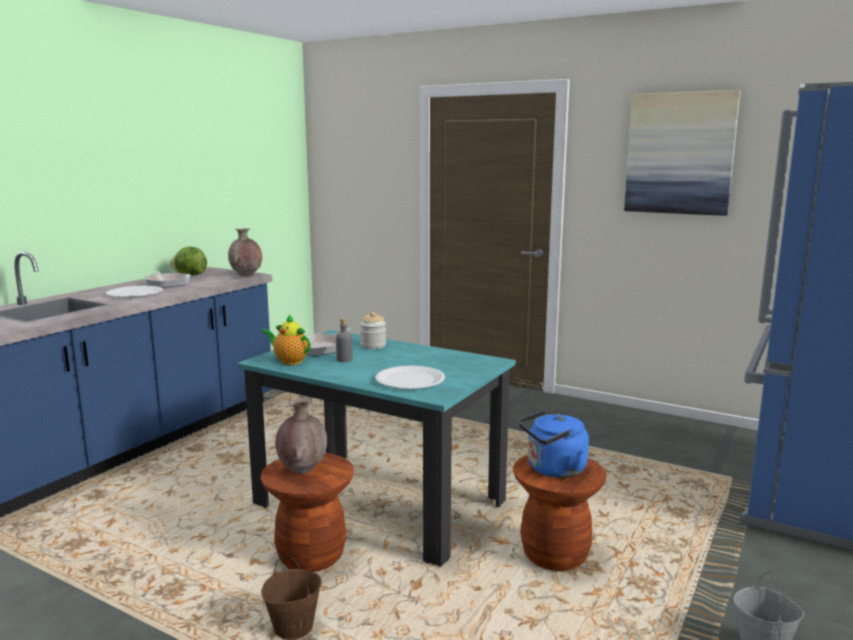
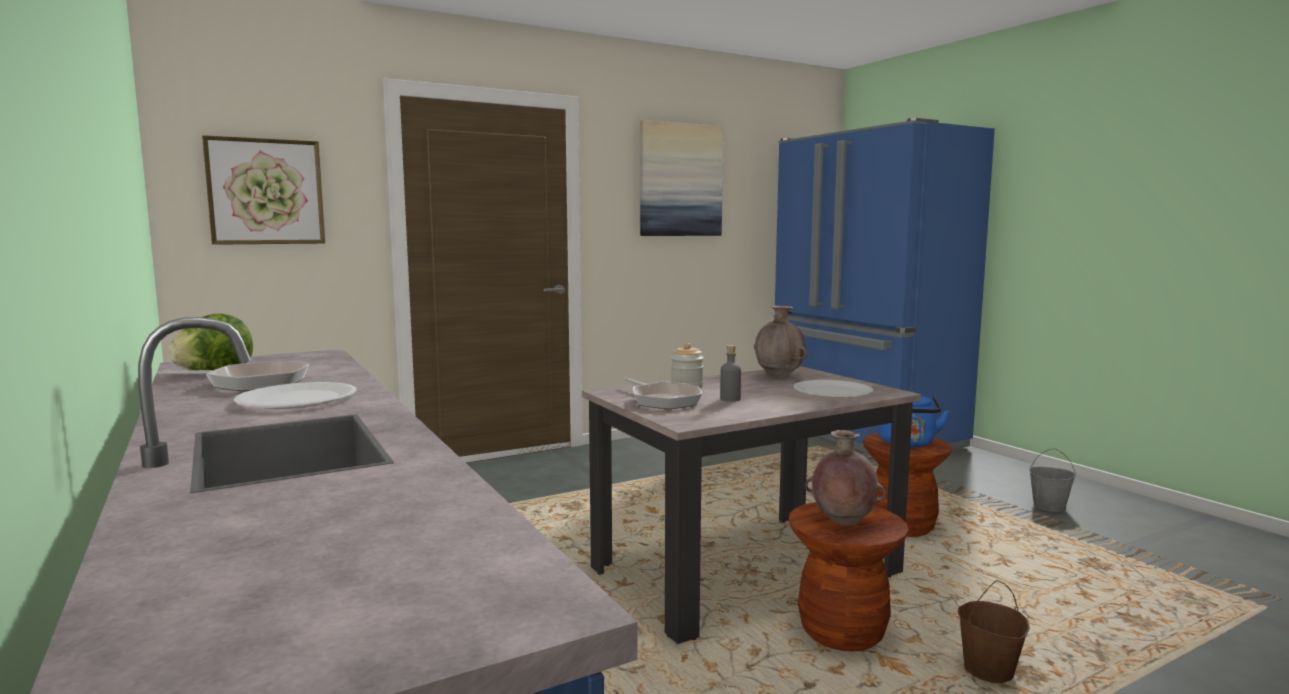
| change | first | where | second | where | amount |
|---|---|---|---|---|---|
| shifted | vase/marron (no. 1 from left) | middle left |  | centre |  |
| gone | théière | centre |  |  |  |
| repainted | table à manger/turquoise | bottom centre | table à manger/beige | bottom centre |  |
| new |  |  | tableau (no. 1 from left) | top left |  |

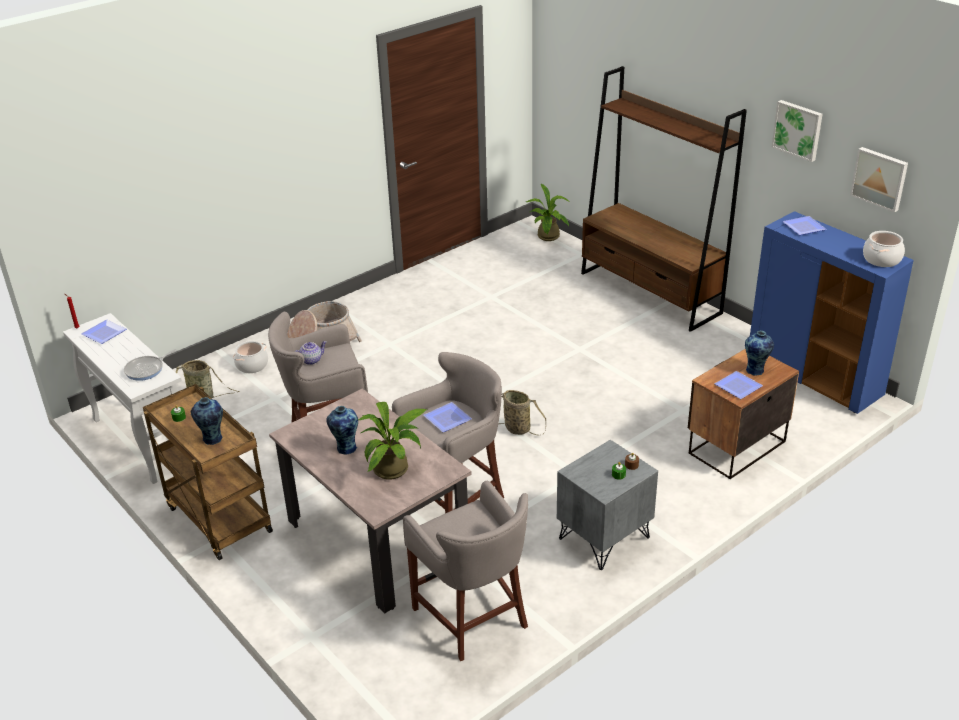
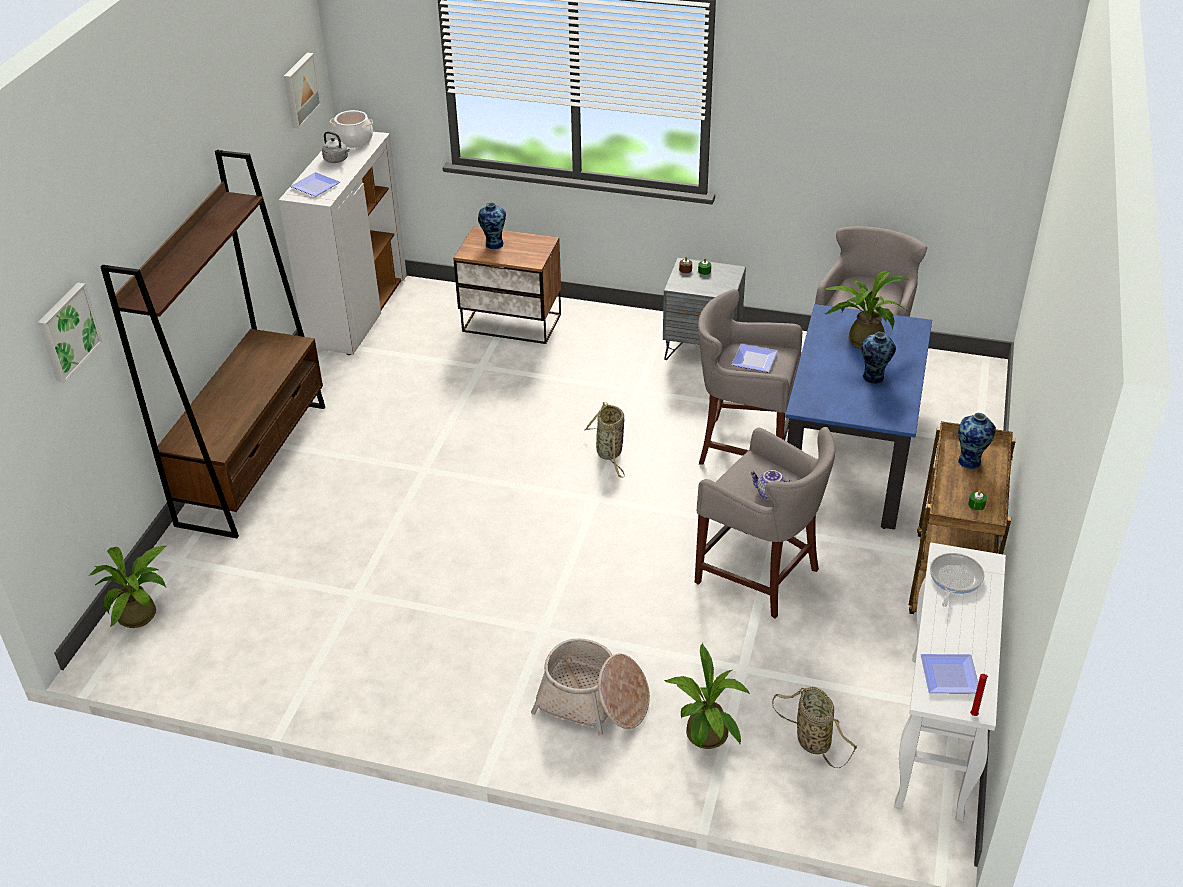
| change | first | where | second | where | amount |
|---|---|---|---|---|---|
| shifted | tableau (no. 1 from left) | top right |  | middle left |  |
| repainted | meuble de rangement/bleu | middle right | meuble de rangement/blanc | top left |  |
| swapped | marmite (no. 1 from left) | middle left | plante en pot (no. 2 from left) | bottom centre |  |
| rotated | poêle | middle left |  | middle right | 75 degrees counterclockwise |
| gone | assiette (no. 3 from left) | middle right |  |  |  |
| repainted | table à manger/beige | bottom centre | table à manger/bleu | middle right |  |
| new |  |  | bouilloire/gris | top left |  |

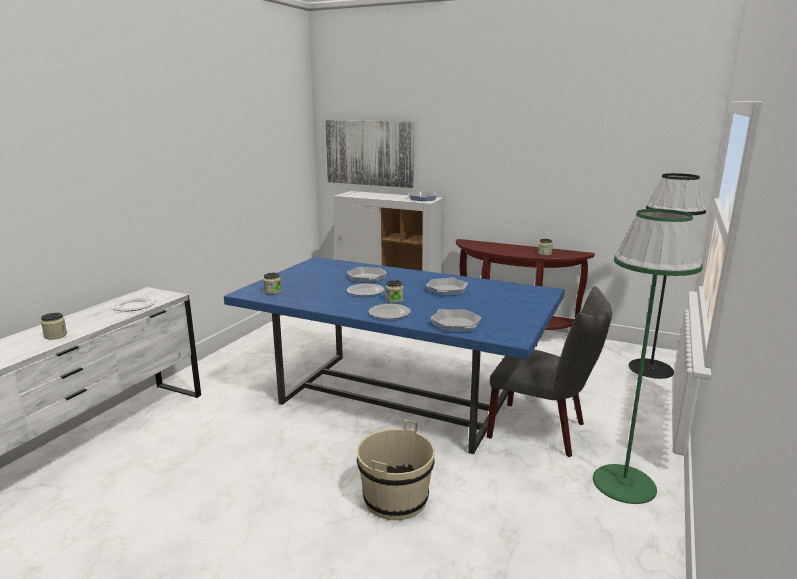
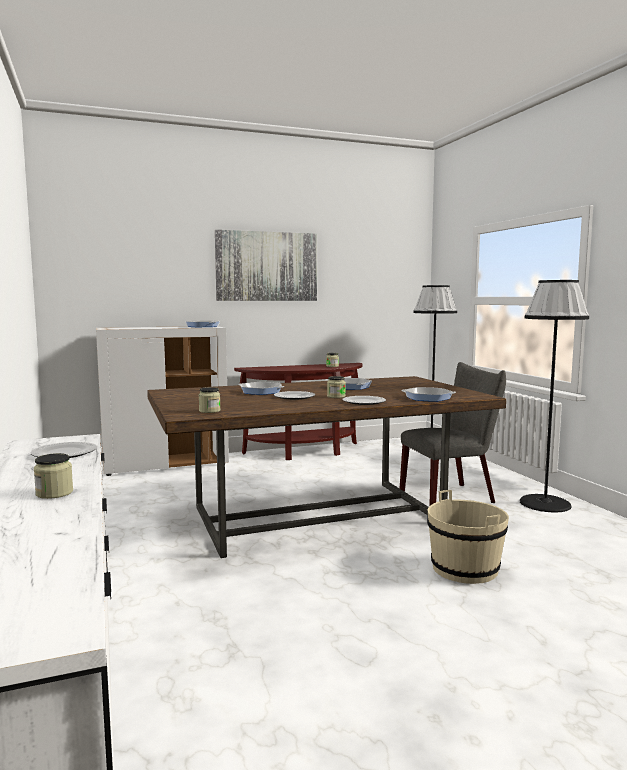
| change | first | where | second | where | amount |
|---|---|---|---|---|---|
| shifted | tableau | top centre |  | centre |  |
| repainted | lampadaire/vert | middle right | lampadaire/noir (no. 2 from left) | middle right |  |
| repainted | table à manger/bleu | centre | table à manger/marron | centre |  |

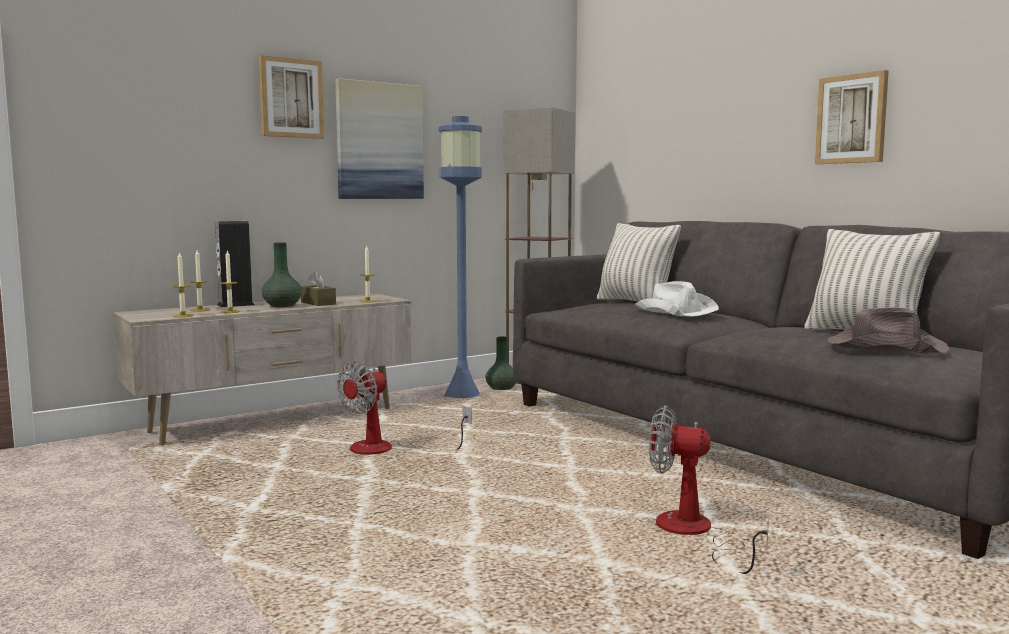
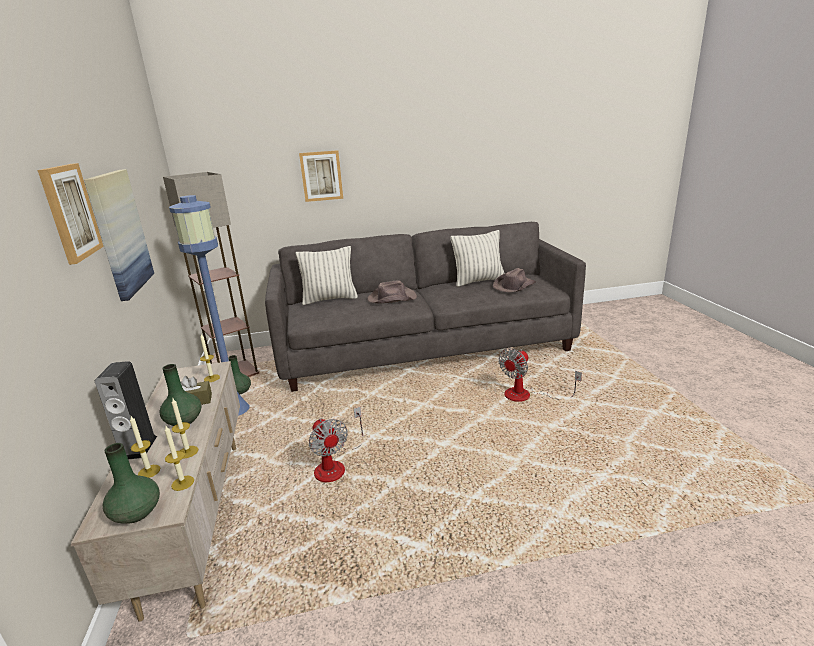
| change | first | where | second | where | amount |
|---|---|---|---|---|---|
| shifted | tableau (no. 3 from left) | top right |  | top centre |  |
| repainted | chapeau/blanc | middle right | chapeau/marron (no. 1 from left) | centre |  |
| new |  |  | vase/vert (no. 1 from left) | bottom left |  |

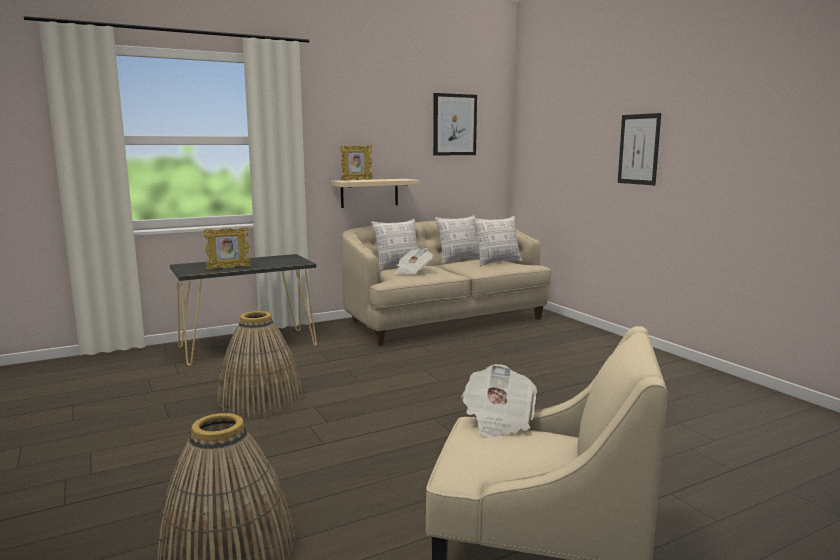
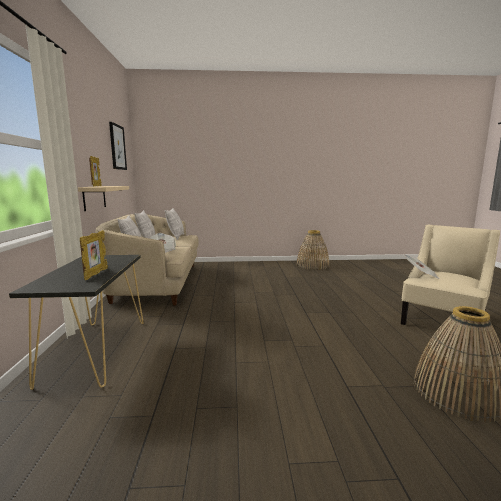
| change | first | where | second | where | amount |
|---|---|---|---|---|---|
| gone | tableau (no. 2 from left) | top right |  |  |  |
| shifted | panier (no. 2 from left in the first image) | middle left | panier (no. 1 from left) | centre |  |

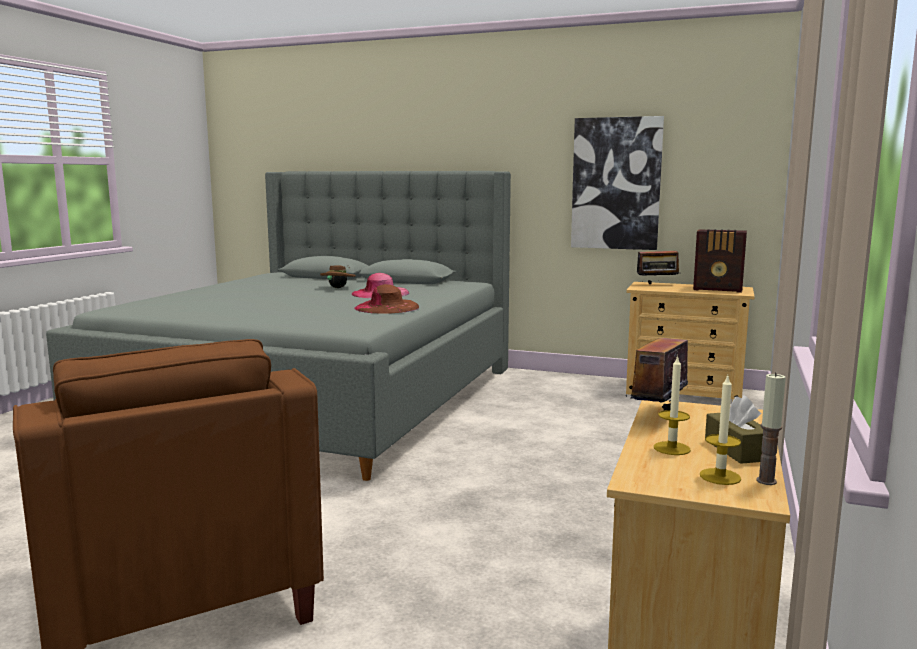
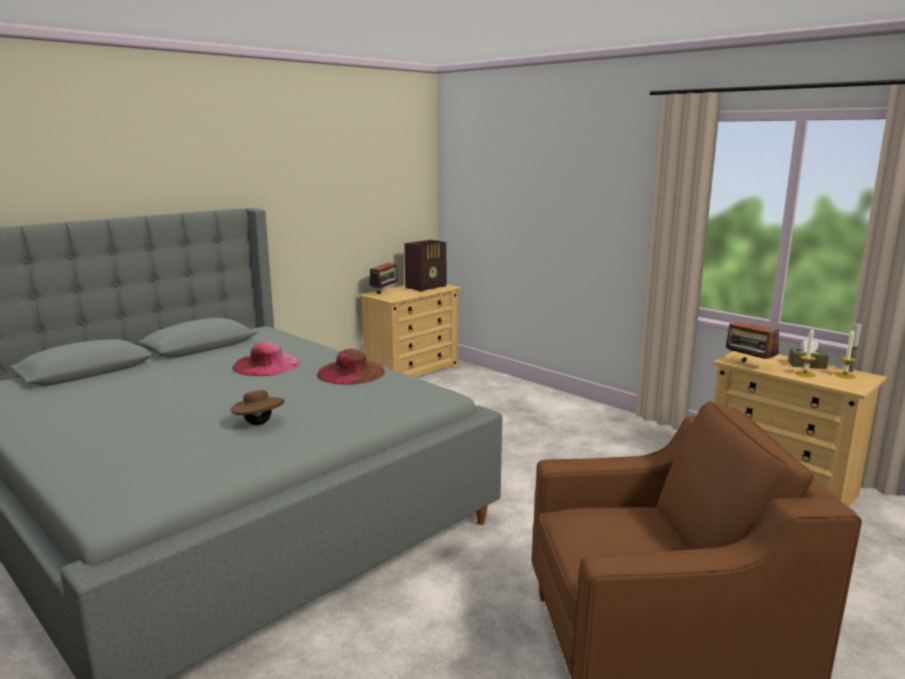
| change | first | where | second | where | amount |
|---|---|---|---|---|---|
| gone | tableau | top right |  |  |  |
| shifted | chapeau/marron (no. 1 from left) | centre |  | middle left |  |

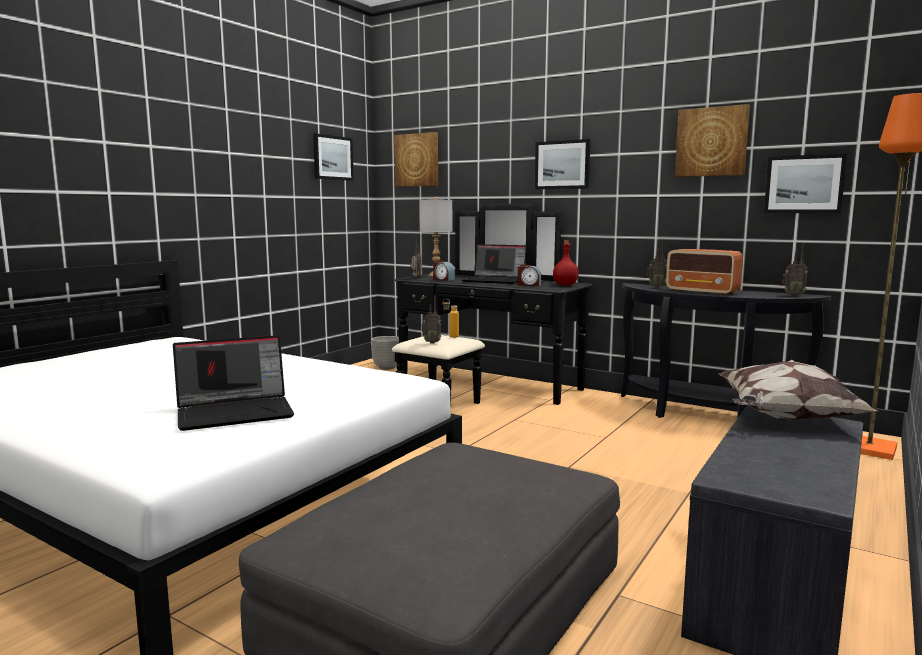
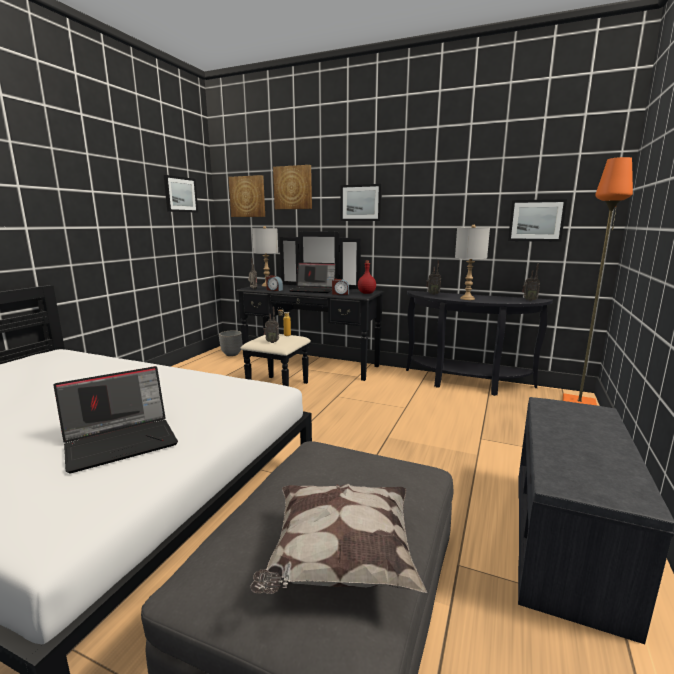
| change | first | where | second | where | amount |
|---|---|---|---|---|---|
| shifted | tableau (no. 4 from left in the first image) | top right | tableau (no. 3 from left) | top centre |  |
| swapped | radio (no. 4 from left) | middle right | lampe de table/gris (no. 2 from left) | middle right |  |
| shifted | coussin | middle right |  | bottom centre |  |

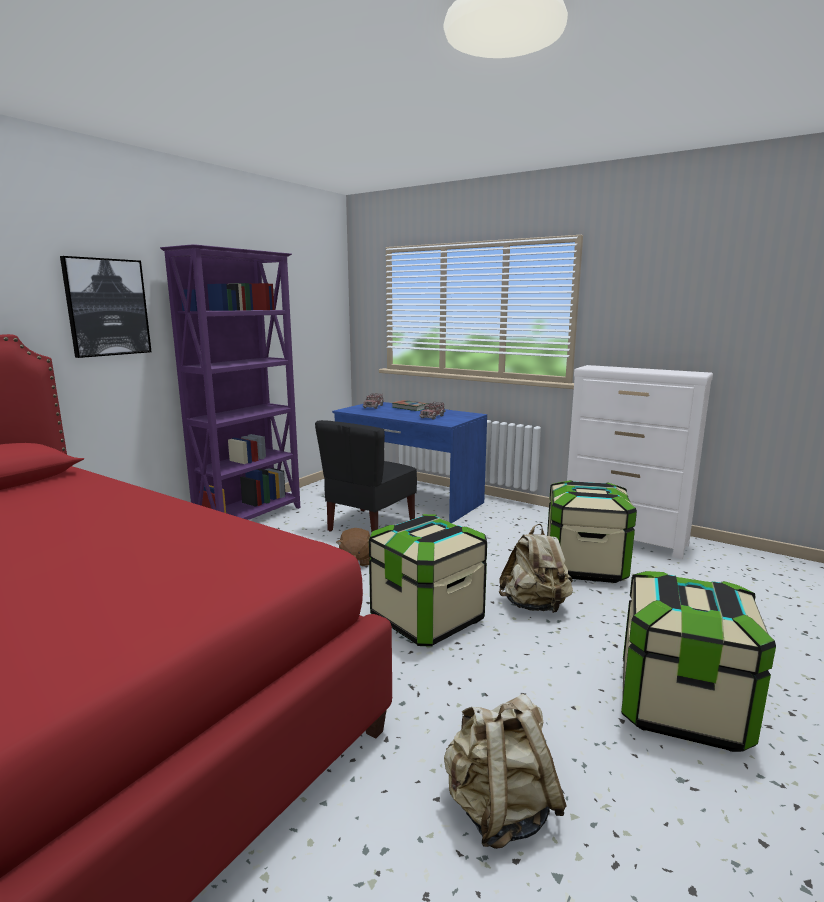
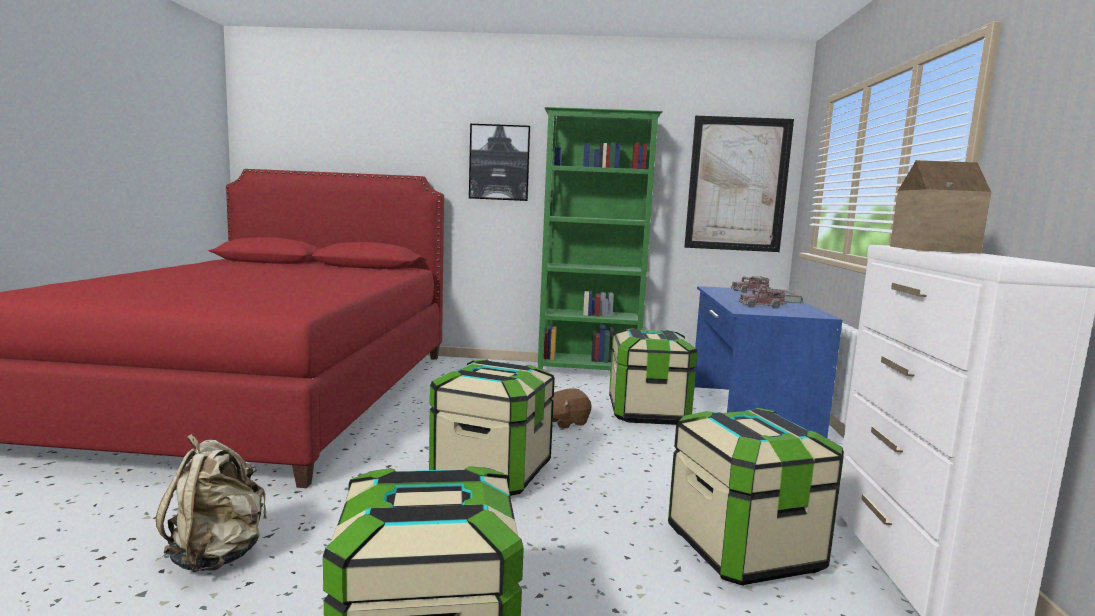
| change | first | where | second | where | amount |
|---|---|---|---|---|---|
| repainted | bibliothèque/violet | middle left | bibliothèque/vert | centre |  |
| swapped | chaise/noir | centre | boîte de rangement (no. 3 from left) | centre |  |
| gone | sac à dos/beige (no. 2 from left) | centre |  |  |  |
| new |  |  | tableau (no. 2 from left) | top right |  |
| new |  |  | maison miniature | middle right |  |

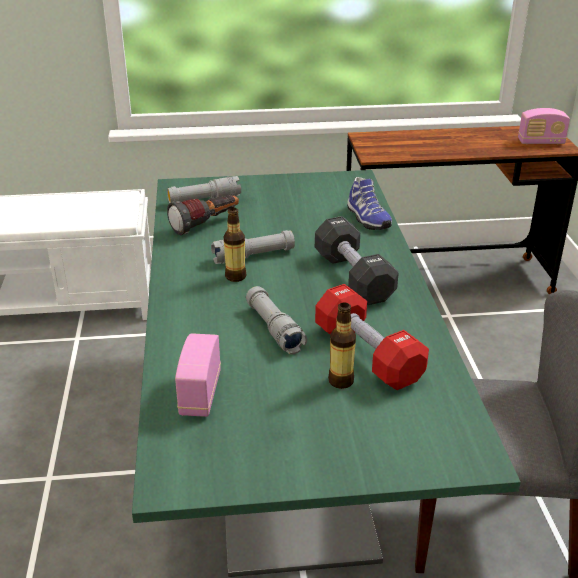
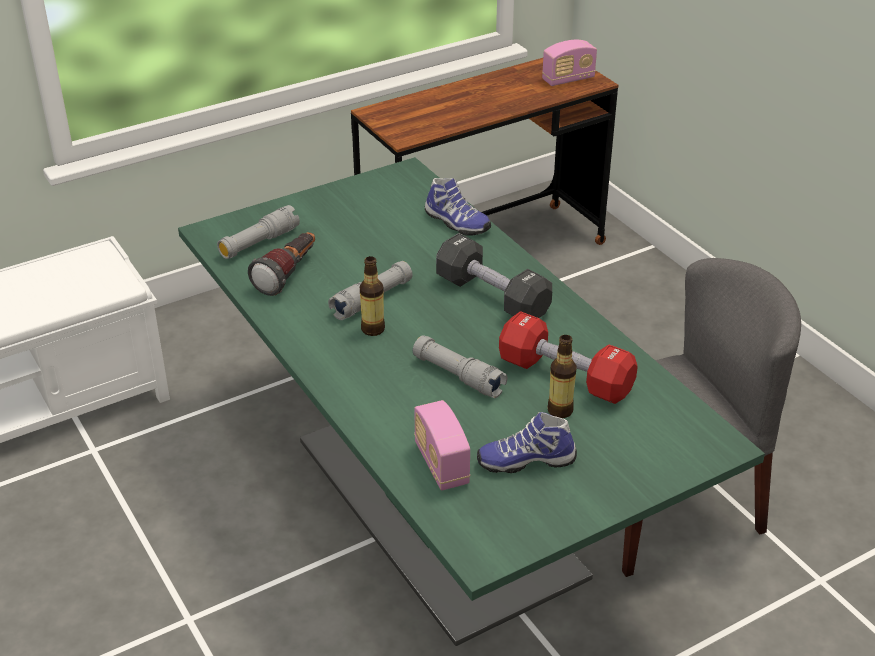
| change | first | where | second | where | amount |
|---|---|---|---|---|---|
| new |  |  | chaussure (no. 2 from left) | bottom centre |  |

